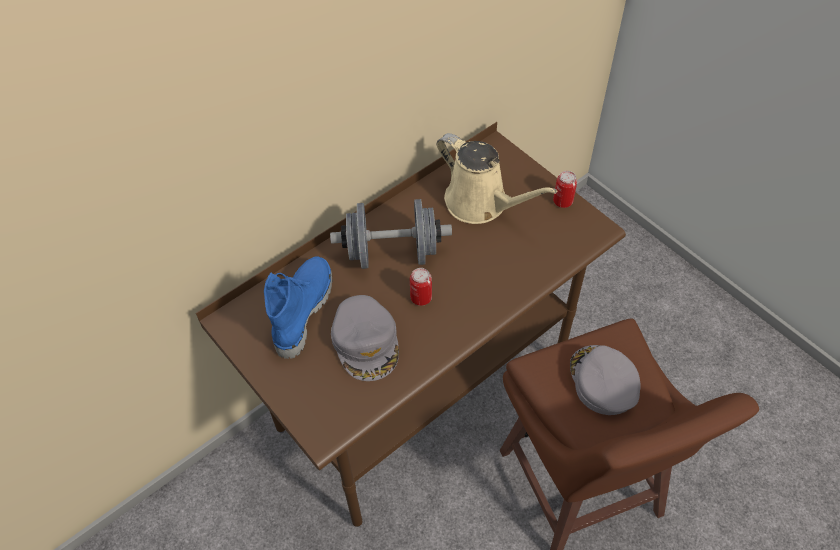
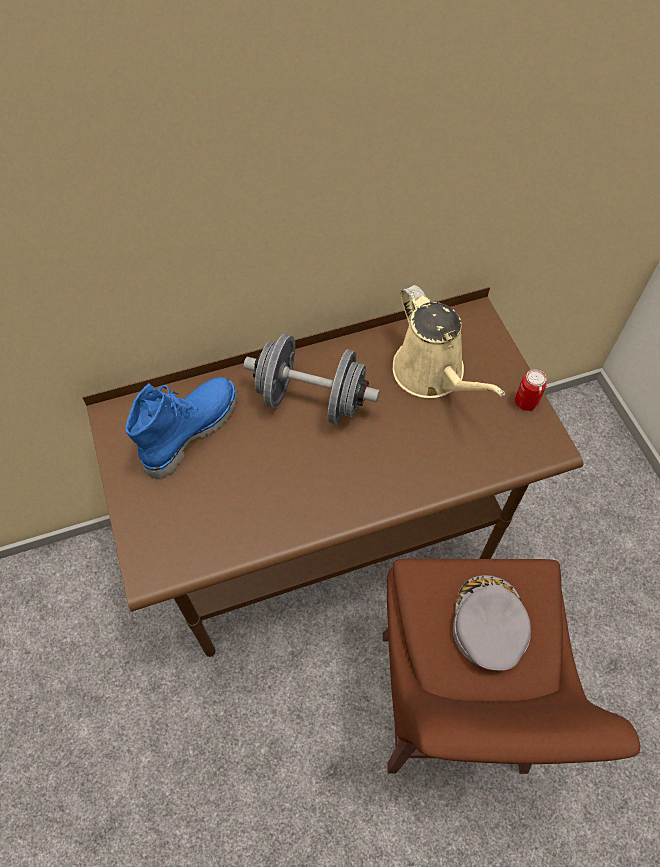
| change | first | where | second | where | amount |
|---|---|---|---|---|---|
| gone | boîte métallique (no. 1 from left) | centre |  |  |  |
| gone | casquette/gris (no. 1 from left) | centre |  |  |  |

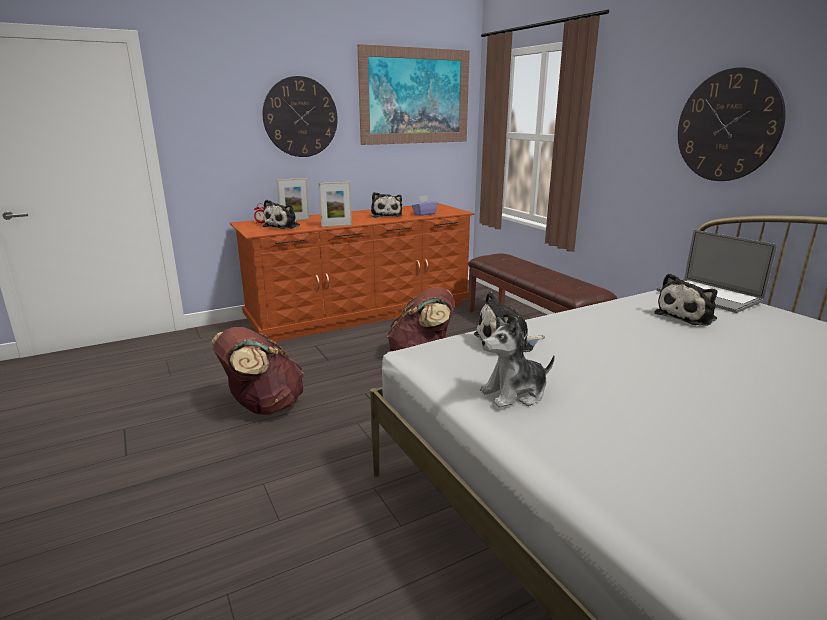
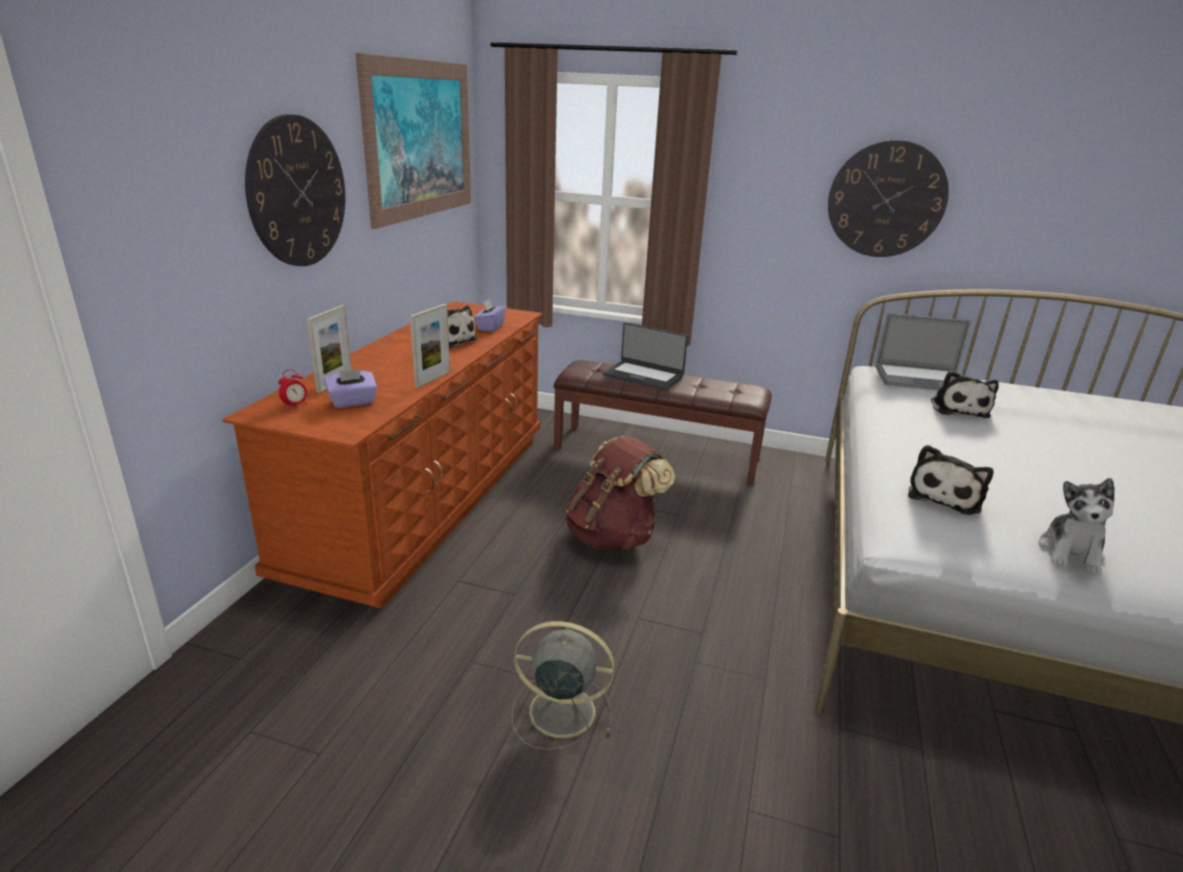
| change | first | where | second | where | amount |
|---|---|---|---|---|---|
| swapped | peluche (no. 1 from left) | centre | boîte à mouchoirs/violet (no. 1 from left) | middle left |  |
| swapped | sac à dos/marron (no. 1 from left) | middle left | ventilateur/gris | bottom centre |  |
| new |  |  | ordinateur portable (no. 1 from left) | centre |  |

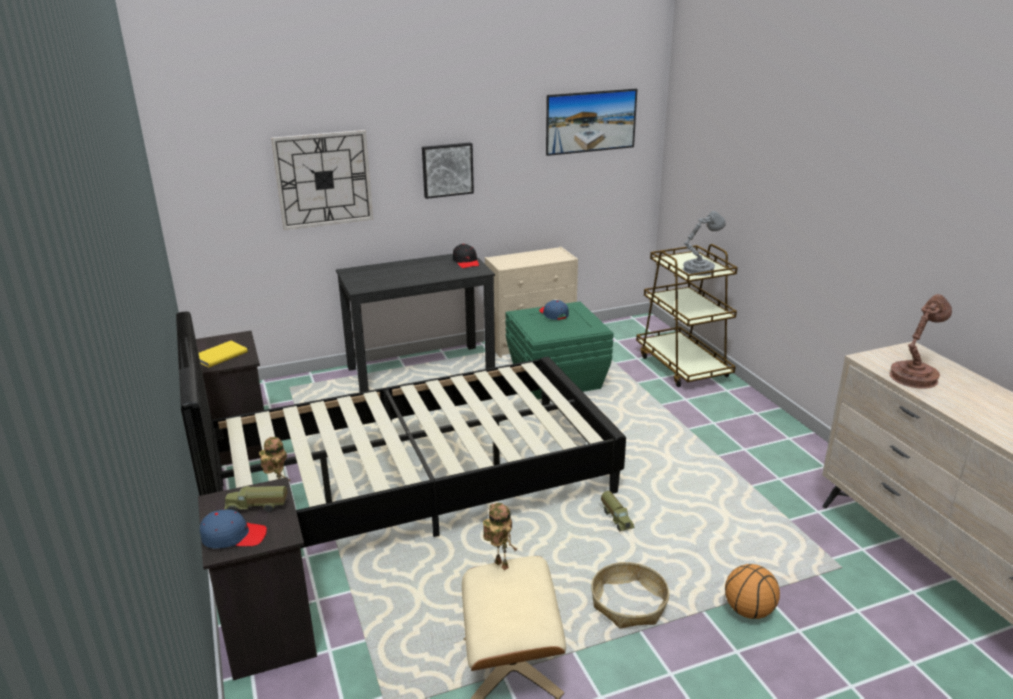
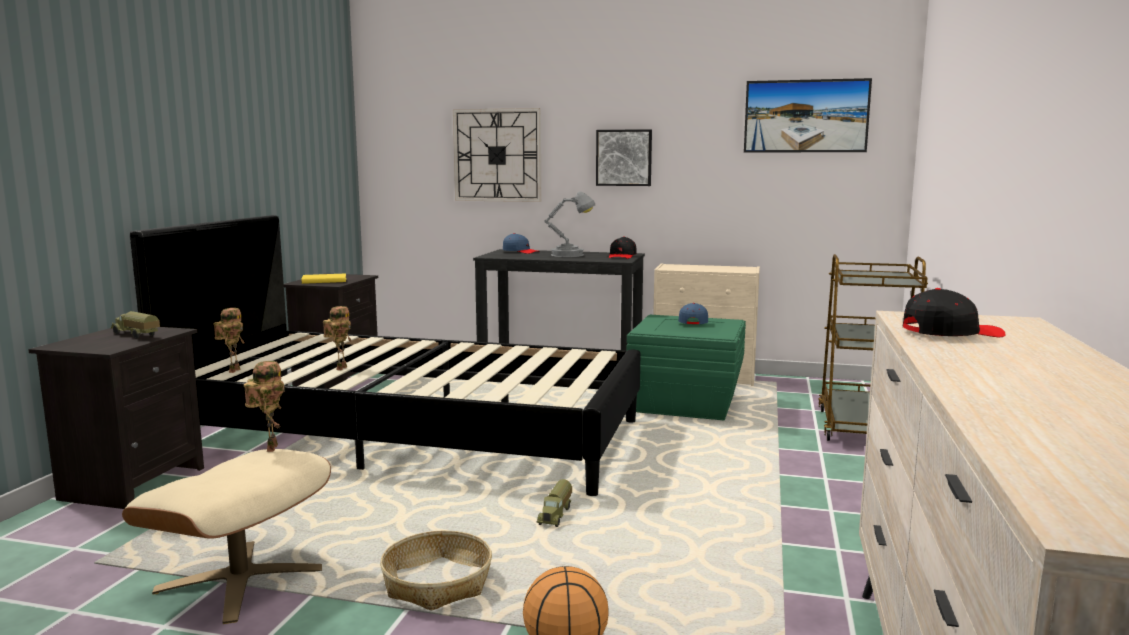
| change | first | where | second | where | amount |
|---|---|---|---|---|---|
| shifted | lampe de table/gris | middle right |  | centre |  |
| swapped | lampe de table/marron | middle right | casquette/noir (no. 2 from left) | middle right |  |
| shifted | casquette/bleu (no. 1 from left) | bottom left |  | centre |  |
| new |  |  | robot jouet (no. 3 from left) | middle left |  |

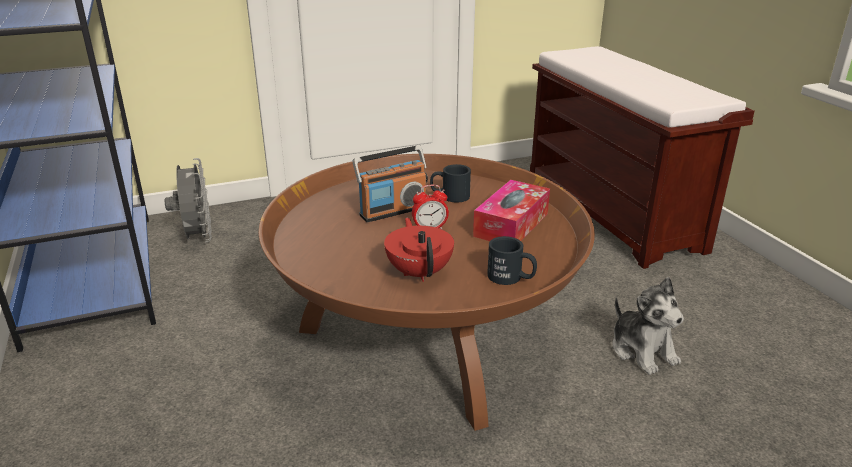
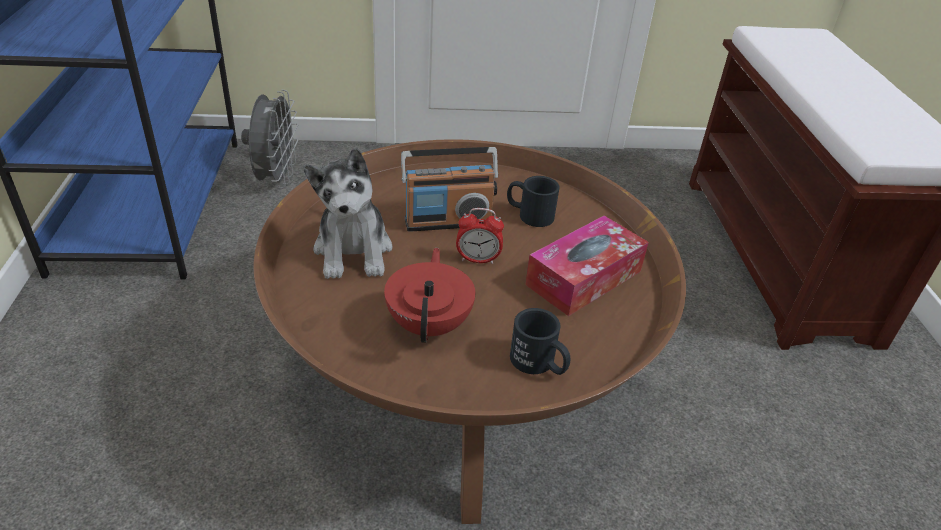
| change | first | where | second | where | amount |
|---|---|---|---|---|---|
| shifted | peluche | bottom right |  | centre |  |

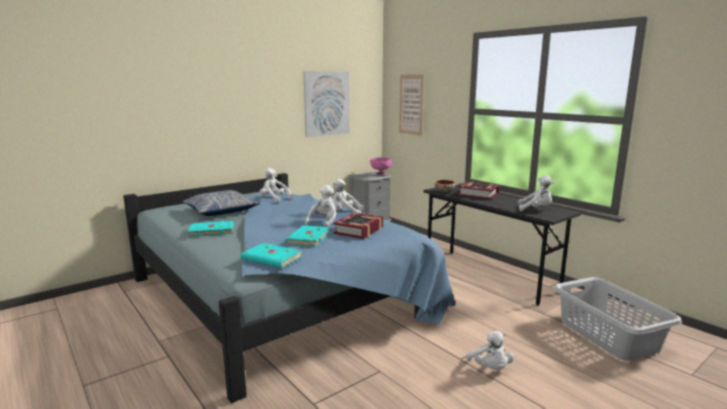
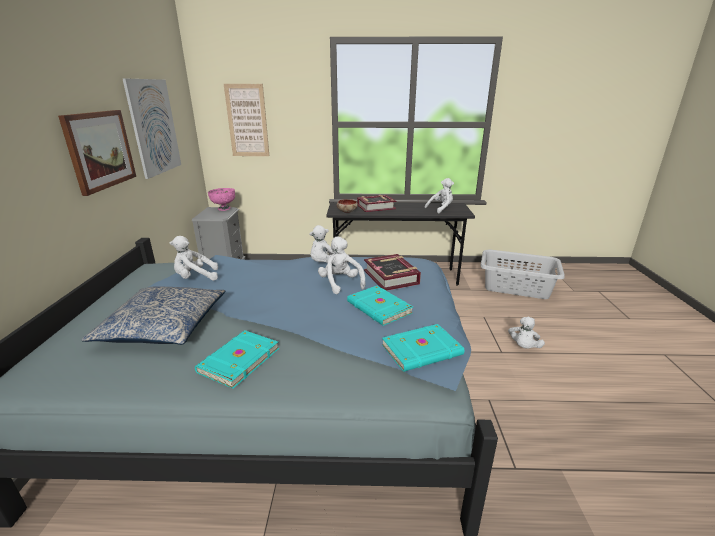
| change | first | where | second | where | amount |
|---|---|---|---|---|---|
| rotated | peluche/blanc (no. 4 from left in the first image) | bottom right | peluche/blanc (no. 5 from left) | middle right | 90 degrees clockwise |
| new |  |  | tableau (no. 1 from left) | top left |  |

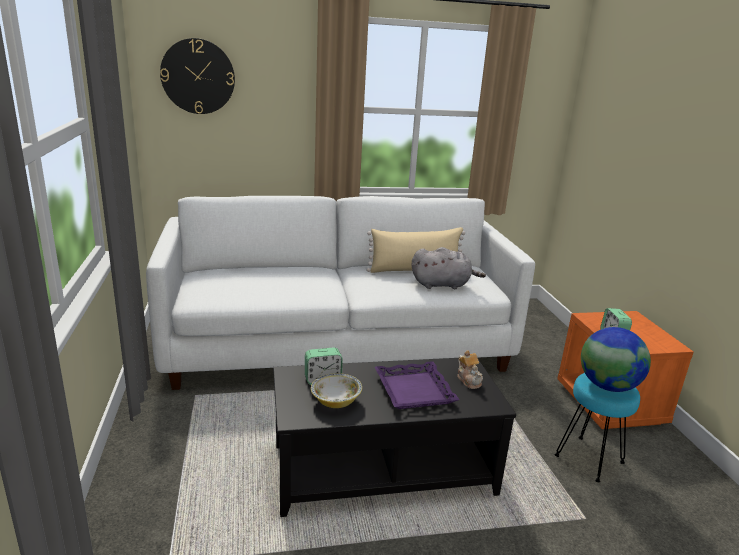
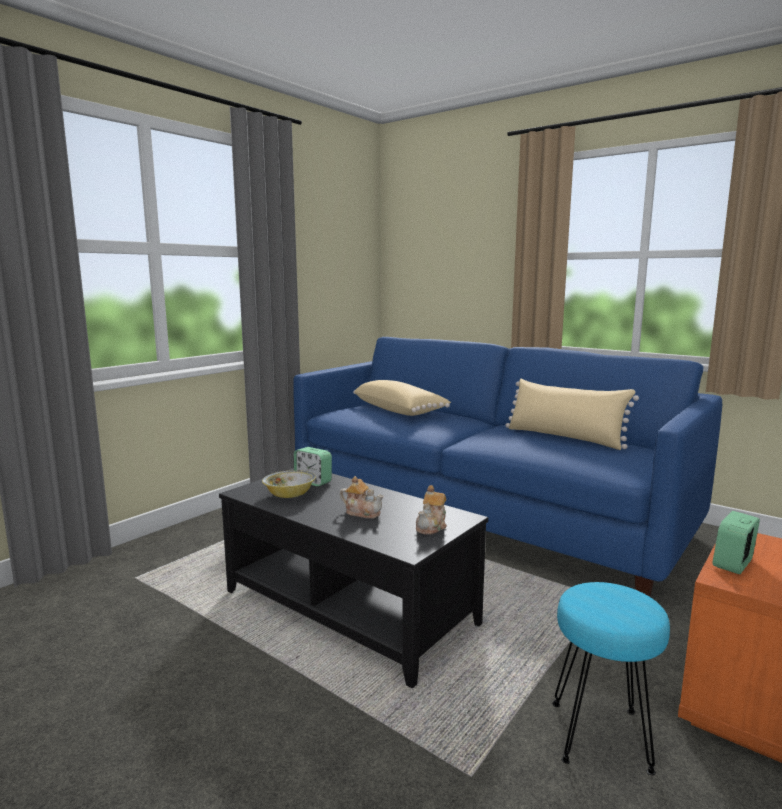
| change | first | where | second | where | amount |
|---|---|---|---|---|---|
| gone | horloge murale | top left |  |  |  |
| repainted | canapé/blanc | centre | canapé/bleu | centre |  |
| gone | peluche/gris | centre |  |  |  |
| gone | globe | middle right |  |  |  |
| swapped | plateau/violet | bottom centre | théière (no. 1 from left) | centre |  |
| new |  |  | coussin/beige (no. 1 from left) | centre |  |

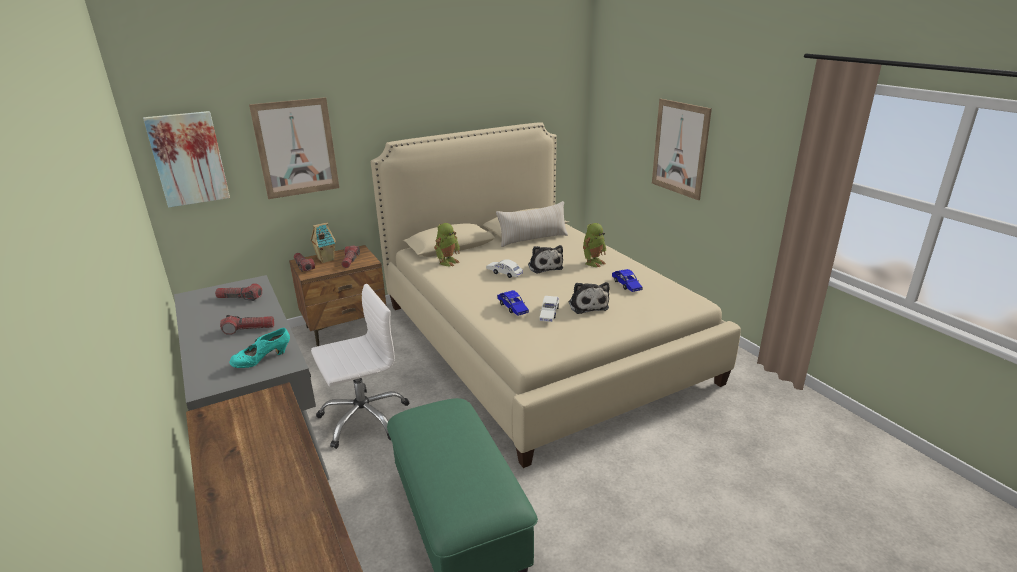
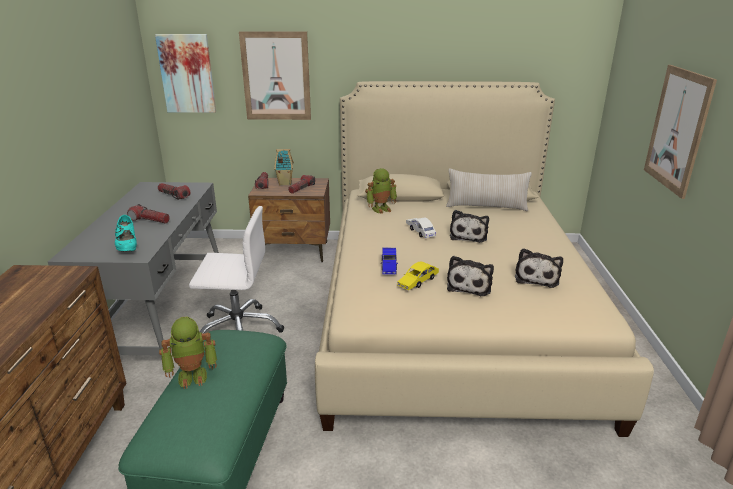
| change | first | where | second | where | amount |
|---|---|---|---|---|---|
| shifted | robot jouet (no. 2 from left in the first image) | centre | robot jouet (no. 1 from left) | bottom left |  |
| swapped | petite voiture/bleu (no. 2 from left) | centre | peluche (no. 3 from left) | middle right |  |
| repainted | petite voiture/blanc (no. 2 from left) | centre | petite voiture/jaune | centre |  |
| rotated | chaussure/turquoise | middle left |  | middle left | 105 degrees counterclockwise |

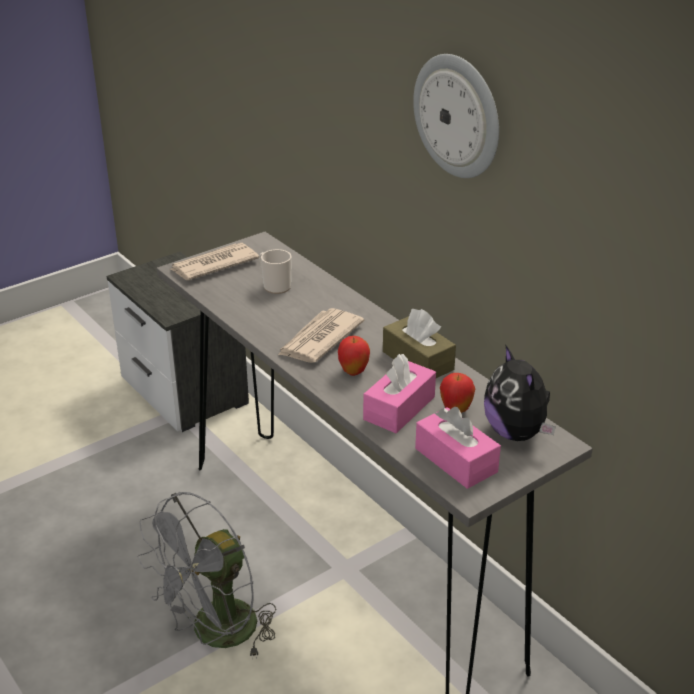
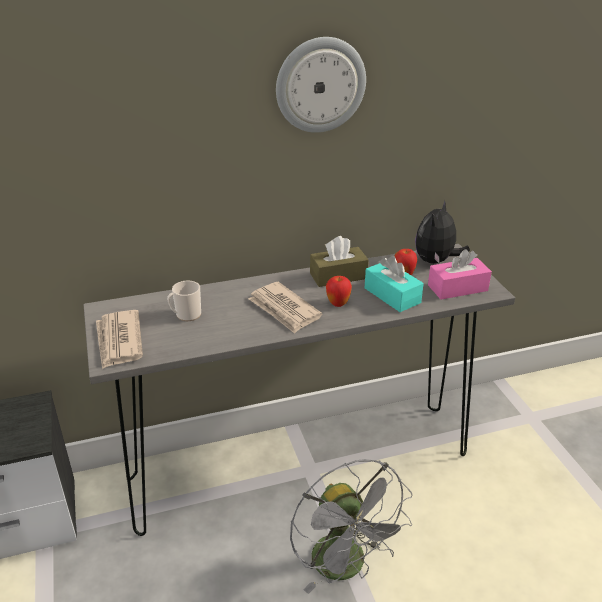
| change | first | where | second | where | amount |
|---|---|---|---|---|---|
| rotated | peluche | middle right |  | middle right | 120 degrees clockwise |
| repainted | boîte à mouchoirs/rose (no. 1 from left) | centre | boîte à mouchoirs/turquoise | centre |  |

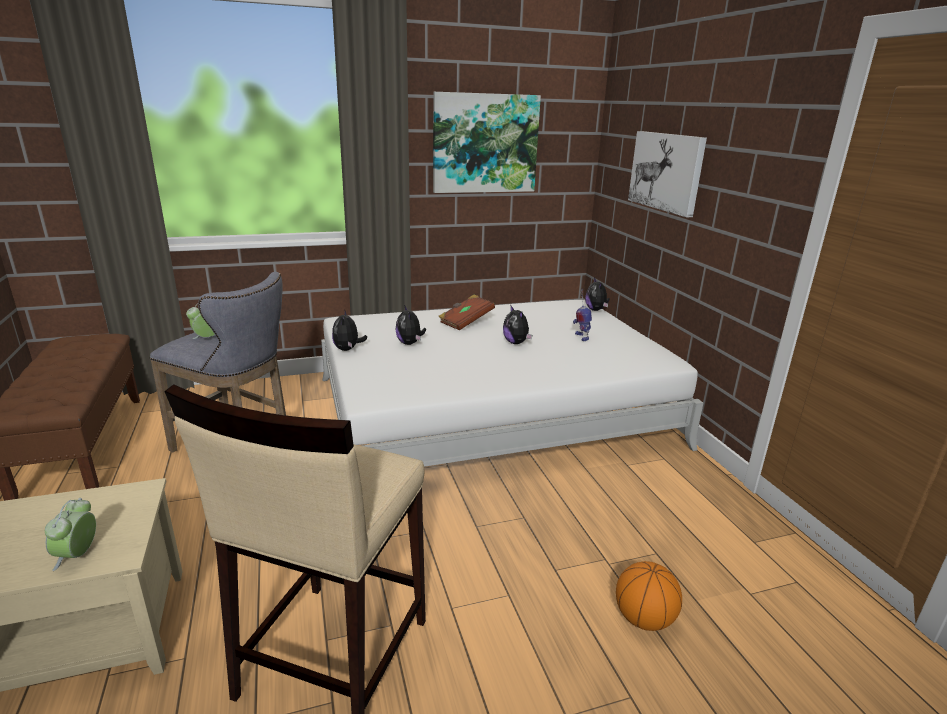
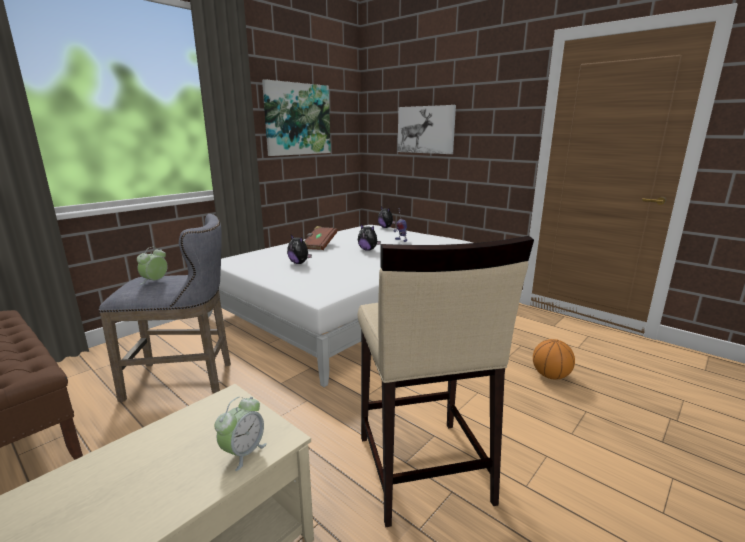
| change | first | where | second | where | amount |
|---|---|---|---|---|---|
| gone | peluche (no. 1 from left) | centre |  |  |  |
| rotated | réveil (no. 1 from left in the first image) | bottom left | réveil (no. 2 from left) | bottom left | 120 degrees counterclockwise |

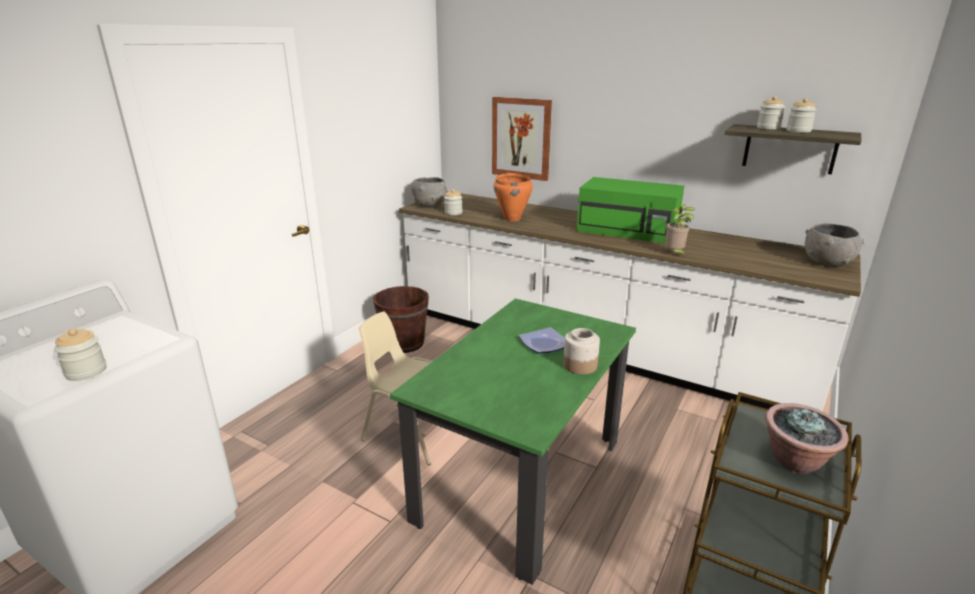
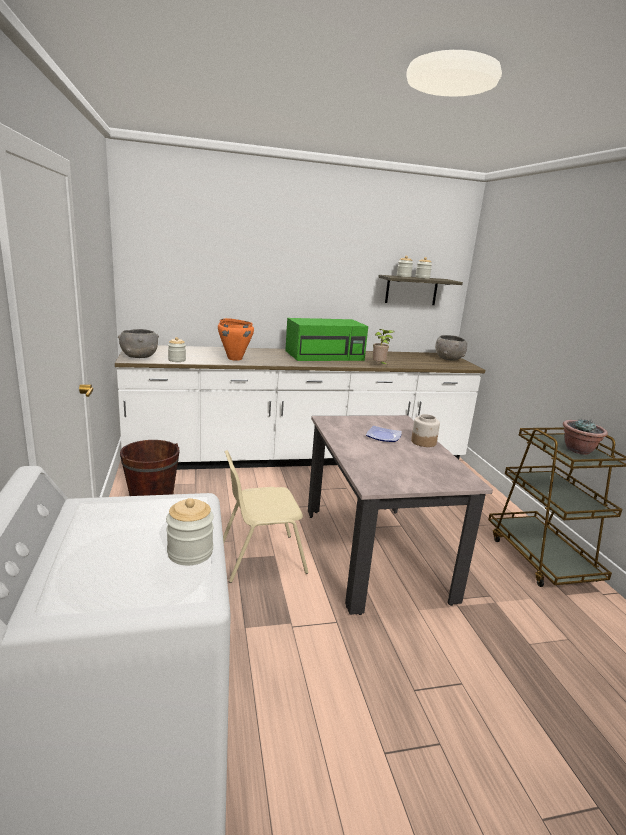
| change | first | where | second | where | amount |
|---|---|---|---|---|---|
| gone | tableau | top centre |  |  |  |
| repainted | table à manger/vert | bottom centre | table à manger/beige | centre |  |

